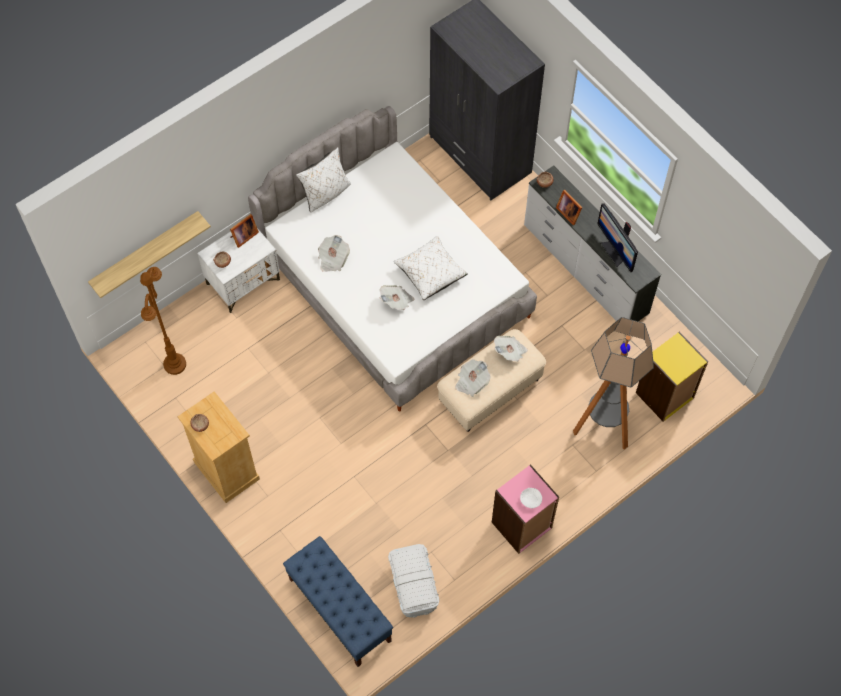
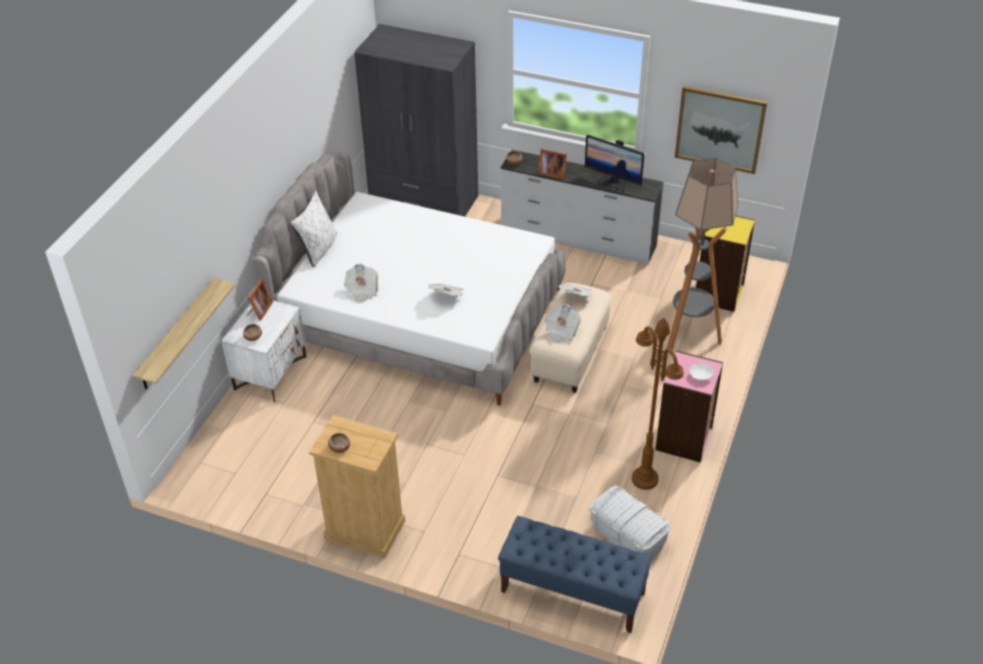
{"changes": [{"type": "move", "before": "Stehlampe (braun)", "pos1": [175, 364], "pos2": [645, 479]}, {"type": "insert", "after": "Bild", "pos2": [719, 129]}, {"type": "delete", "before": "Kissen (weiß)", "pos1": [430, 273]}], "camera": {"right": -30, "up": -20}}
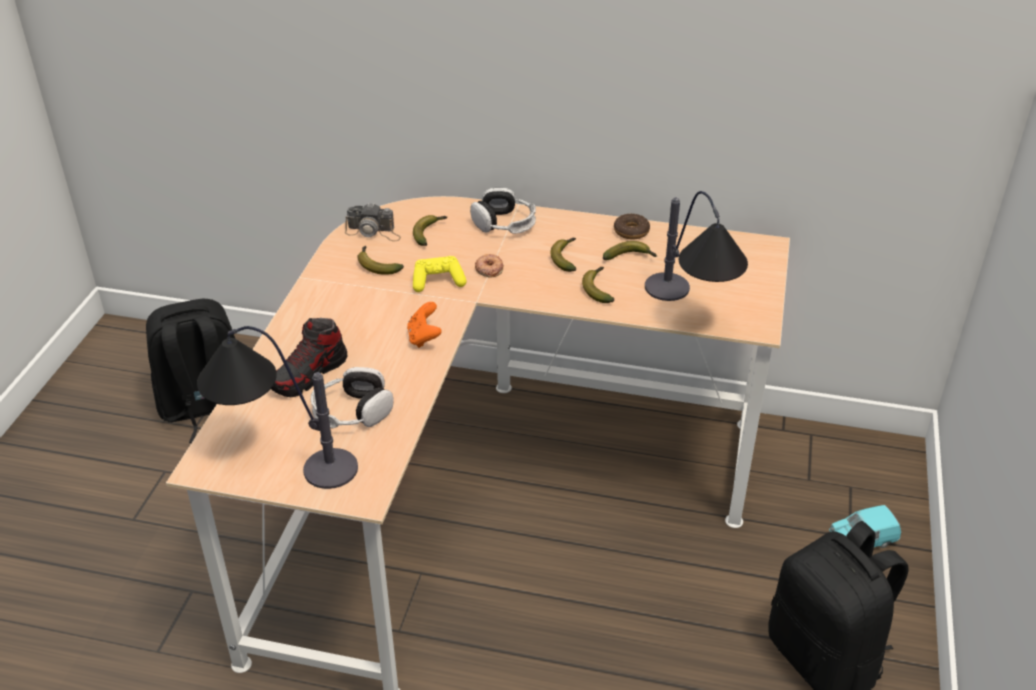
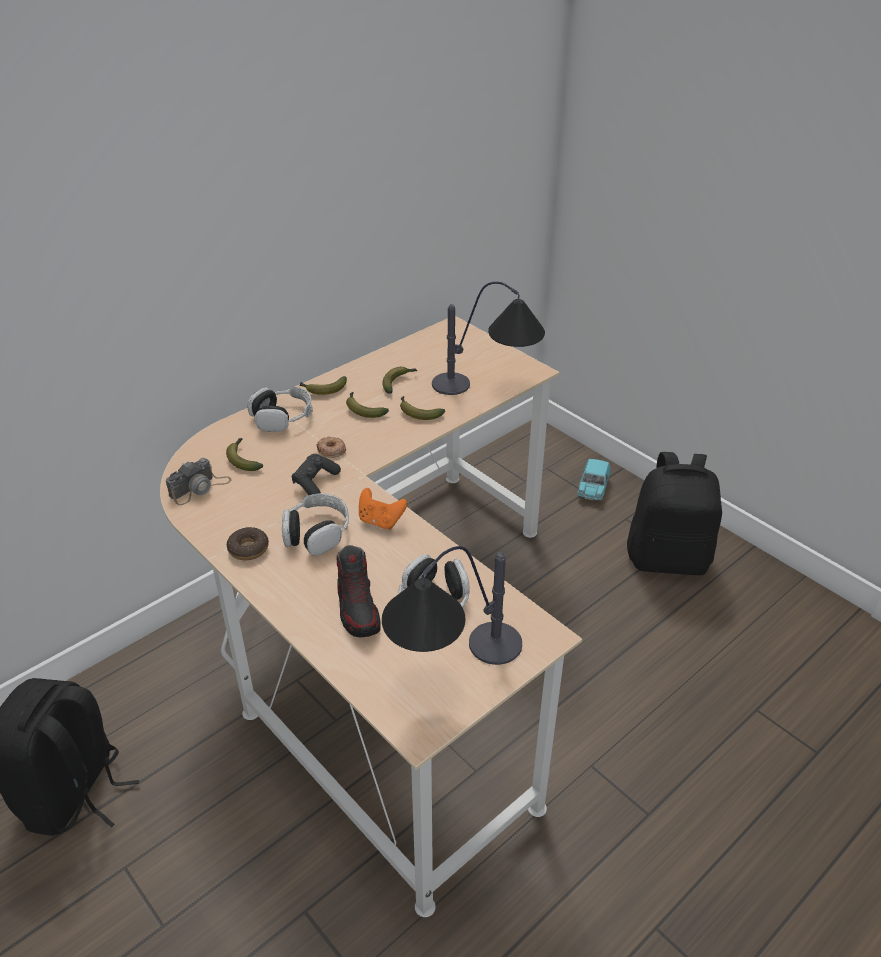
{"changes": [{"type": "move", "before": "Donut", "pos1": [631, 231], "pos2": [248, 548]}, {"type": "insert", "after": "Kopfhörer", "pos2": [316, 533]}, {"type": "recolor", "before": "Gamepad (gelb)", "after": "Gamepad (schwarz)", "pos1": [438, 281], "pos2": [315, 483]}, {"type": "move", "before": "Banane", "pos1": [376, 265], "pos2": [323, 390]}], "camera": {"right": -55, "up": 0}}
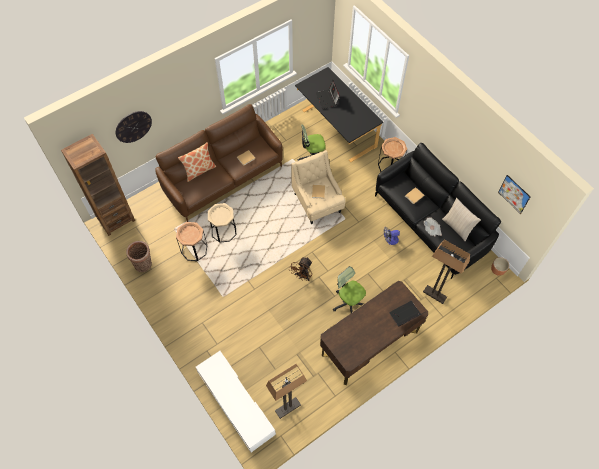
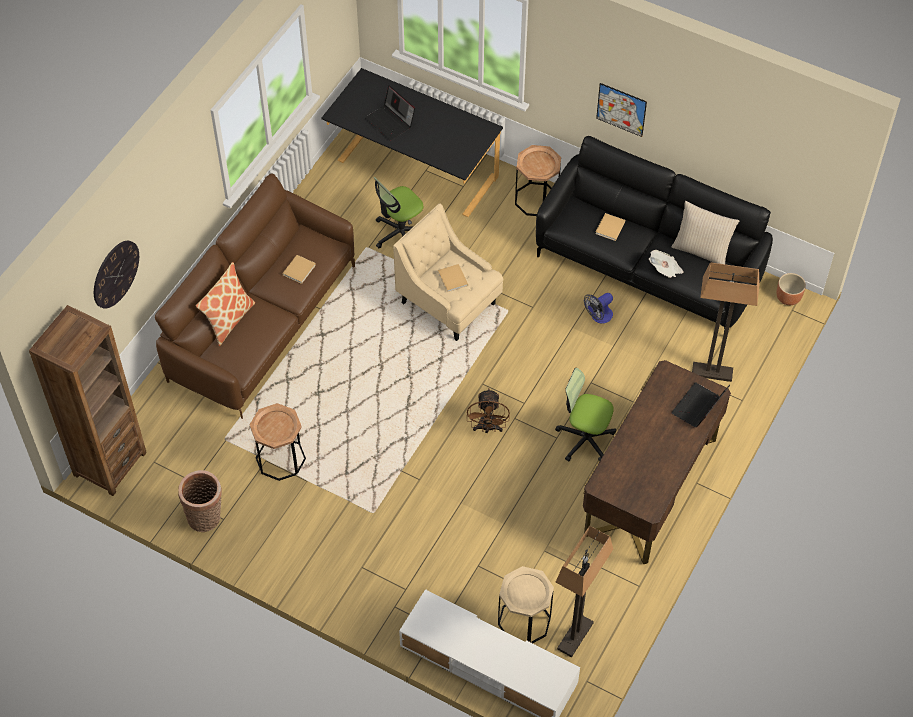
{"changes": [{"type": "move", "before": "Beistelltisch (beige)", "pos1": [224, 231], "pos2": [524, 621]}, {"type": "move", "before": "Bild", "pos1": [514, 194], "pos2": [621, 109]}], "camera": {"right": -25, "up": -5}}
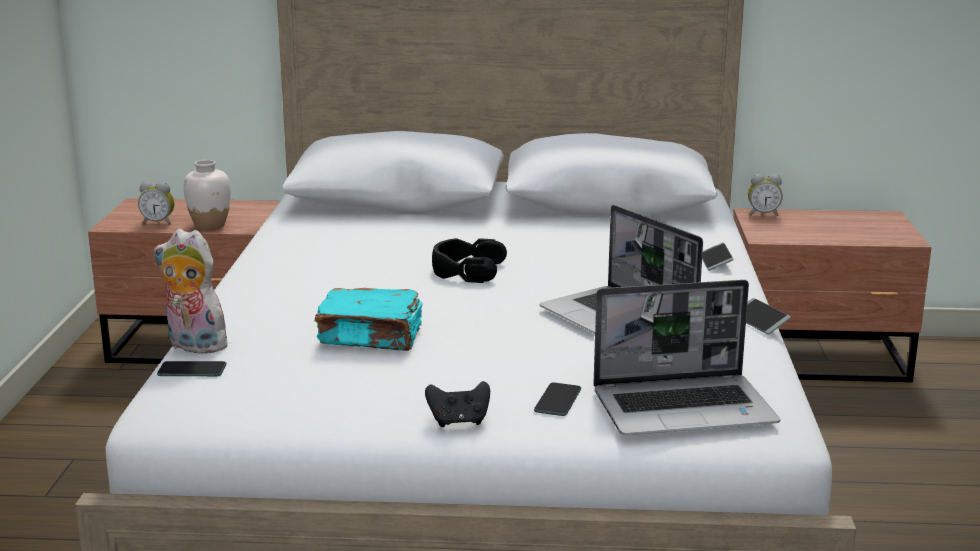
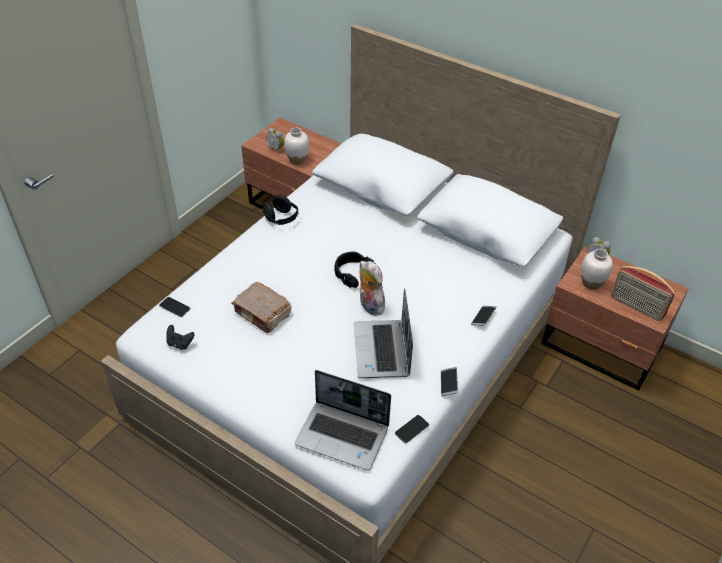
{"changes": [{"type": "move", "before": "Gamepad (schwarz)", "pos1": [459, 422], "pos2": [180, 344]}, {"type": "recolor", "before": "Buch (türkis)", "after": "Buch (braun)", "pos1": [372, 337], "pos2": [263, 314]}, {"type": "insert", "after": "Kopfhörer (schwarz)", "pos2": [281, 219]}, {"type": "move", "before": "Plüschtier", "pos1": [193, 346], "pos2": [369, 306]}, {"type": "move", "before": "Handy", "pos1": [558, 400], "pos2": [412, 429]}, {"type": "insert", "after": "Vase (weiß)", "pos2": [591, 283]}, {"type": "insert", "after": "Radio", "pos2": [636, 306]}], "camera": {"right": 30, "up": 25}}
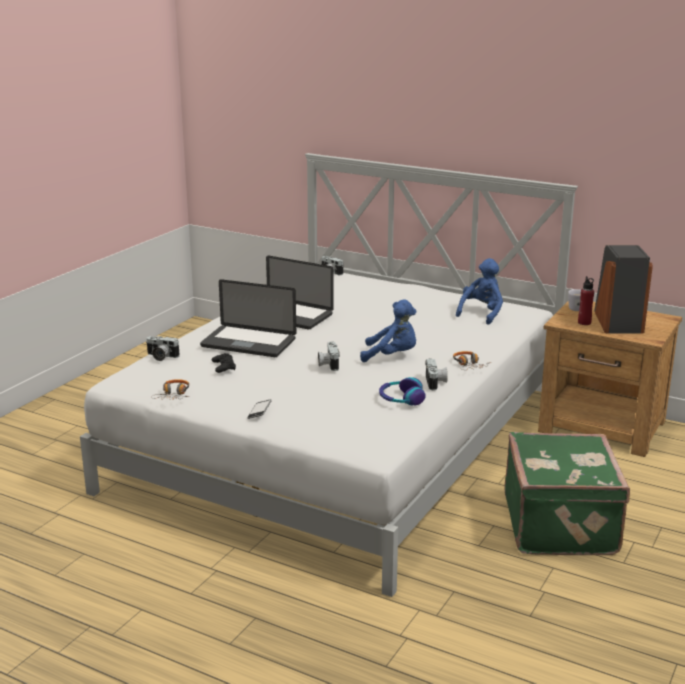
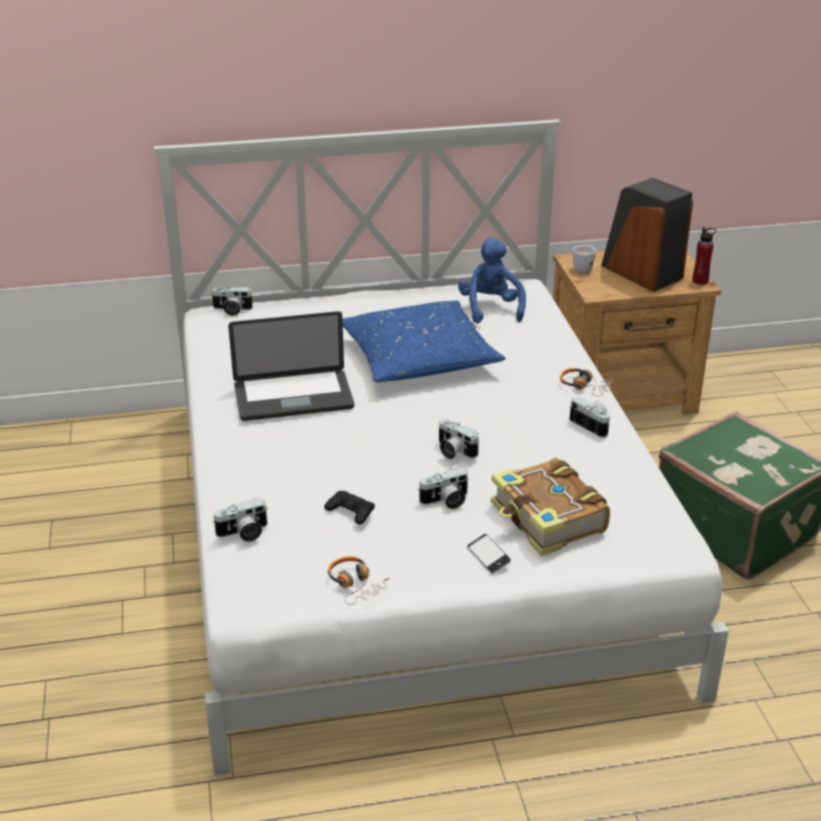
{"changes": [{"type": "insert", "after": "Kissen (blau)", "pos2": [419, 357]}, {"type": "insert", "after": "Kamera", "pos2": [446, 501]}, {"type": "insert", "after": "Buch", "pos2": [547, 520]}, {"type": "move", "before": "Flasche (rot)", "pos1": [584, 322], "pos2": [700, 281]}, {"type": "delete", "before": "Laptop", "pos1": [248, 343]}, {"type": "delete", "before": "Plüschtier (blau)", "pos1": [392, 356]}, {"type": "delete", "before": "Kopfhörer", "pos1": [401, 399]}], "camera": {"right": -40, "up": 10}}
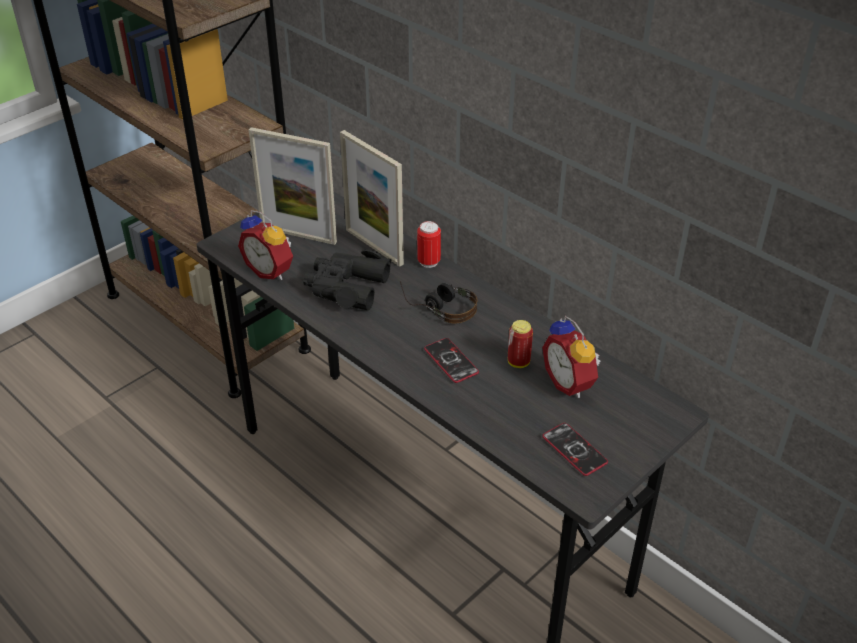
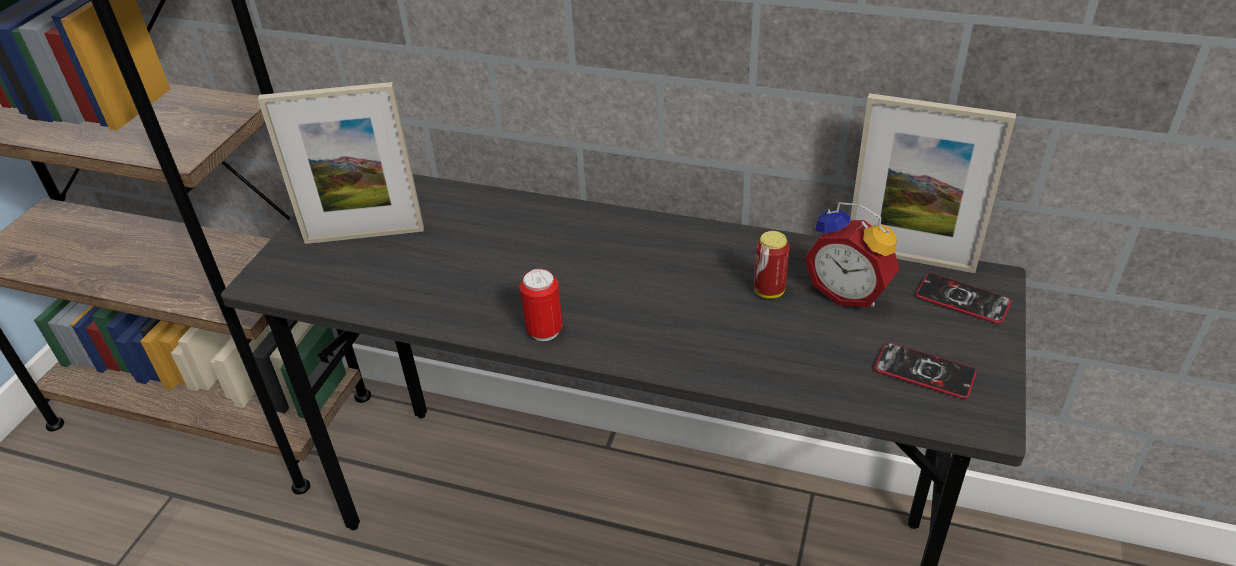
{"changes": [{"type": "move", "before": "Dose", "pos1": [429, 262], "pos2": [544, 331]}, {"type": "move", "before": "Bilderrahmen", "pos1": [374, 247], "pos2": [909, 258]}, {"type": "move", "before": "Handy", "pos1": [451, 361], "pos2": [962, 299]}, {"type": "delete", "before": "Wecker", "pos1": [271, 270]}, {"type": "delete", "before": "Fernglas (schwarz)", "pos1": [346, 287]}, {"type": "delete", "before": "Kopfhörer", "pos1": [439, 307]}], "camera": {"right": -25, "up": 0}}
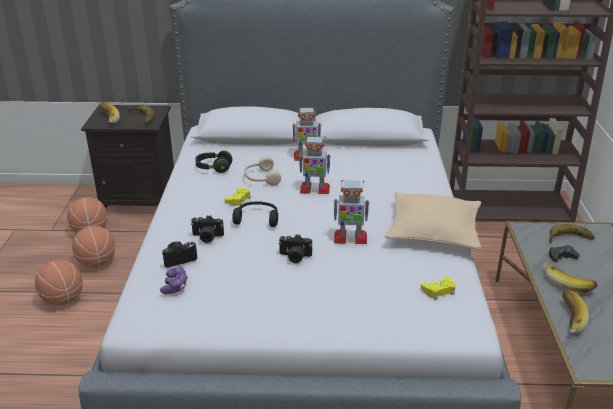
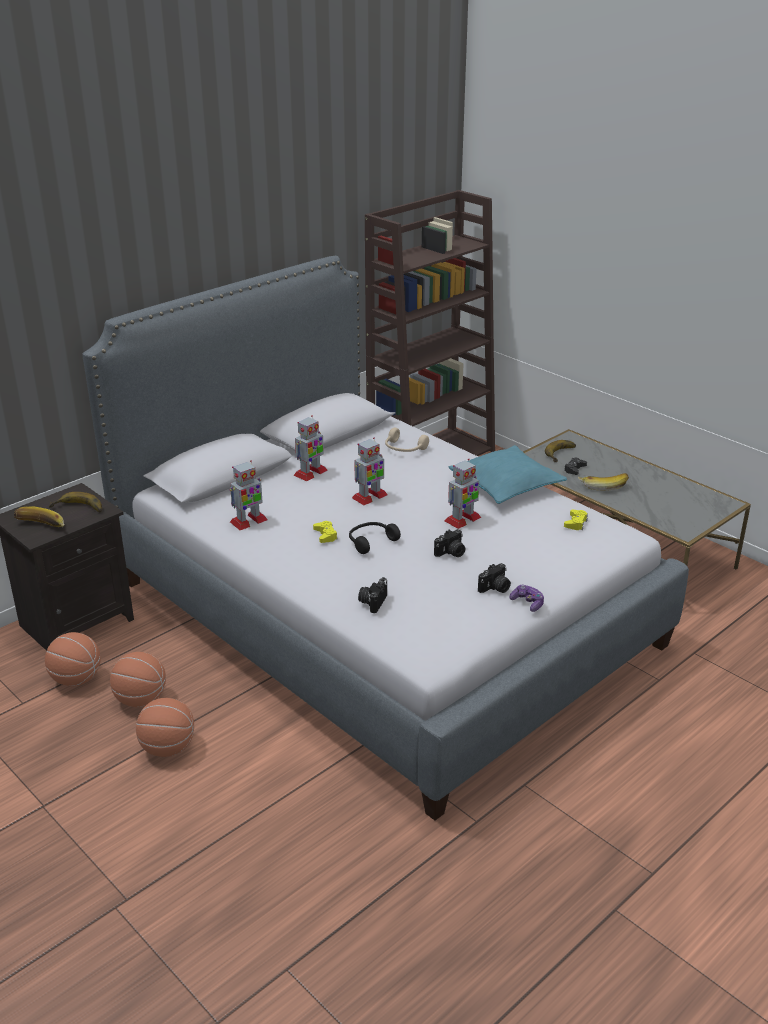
{"changes": [{"type": "replace", "before": "Kopfhörer (schwarz)", "after": "Spielzeugroboter", "pos1": [214, 168], "pos2": [248, 521]}, {"type": "move", "before": "Kopfhörer (beige)", "pos1": [261, 178], "pos2": [404, 449]}, {"type": "recolor", "before": "Kissen (beige)", "after": "Kissen (türkis)", "pos1": [433, 230], "pos2": [506, 485]}, {"type": "move", "before": "Kamera", "pos1": [207, 237], "pos2": [495, 588]}, {"type": "move", "before": "Gamepad", "pos1": [175, 286], "pos2": [527, 603]}, {"type": "delete", "before": "Banane", "pos1": [567, 318]}], "camera": {"right": -45, "up": 0}}
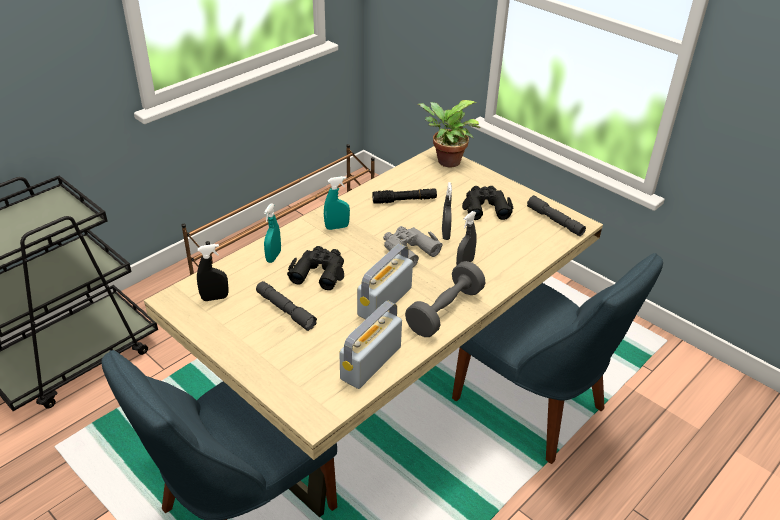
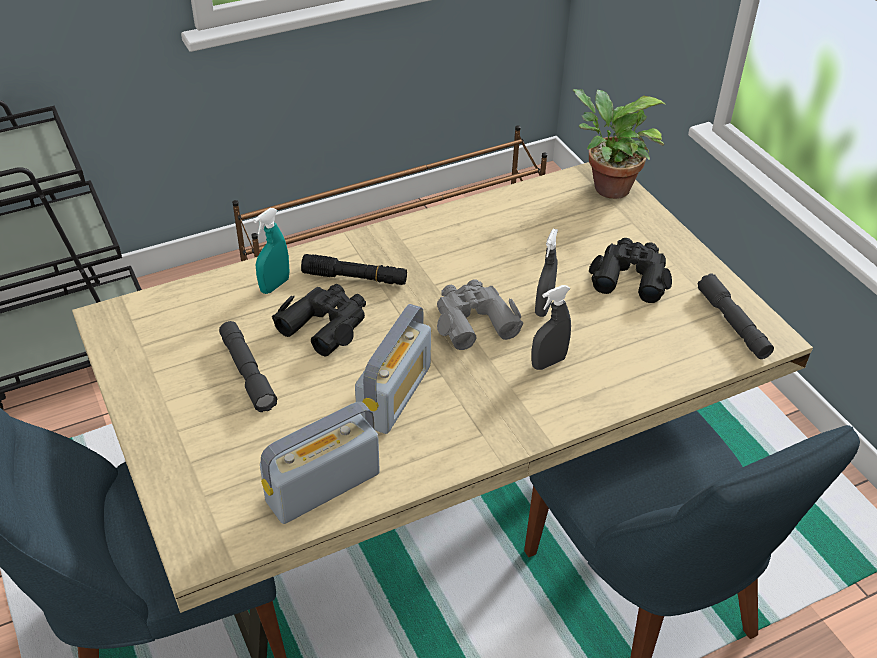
{"changes": [{"type": "move", "before": "Taschenlampe (schwarz)", "pos1": [404, 200], "pos2": [355, 278]}, {"type": "rotate", "before": "Radio", "pos1": [384, 301], "pos2": [394, 394], "turn": 150}, {"type": "delete", "before": "Sprühflasche (schwarz)", "pos1": [215, 298]}, {"type": "delete", "before": "Sprühflasche (türkis)", "pos1": [337, 227]}, {"type": "delete", "before": "Hantel (grau)", "pos1": [445, 311]}], "camera": {"right": 20, "up": 5}}
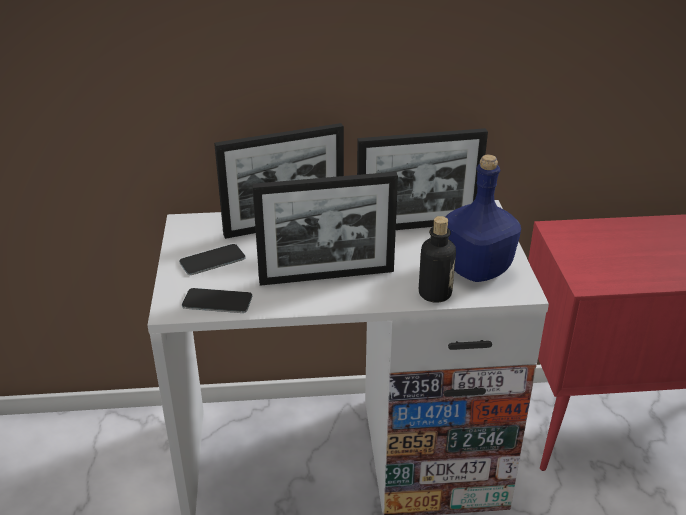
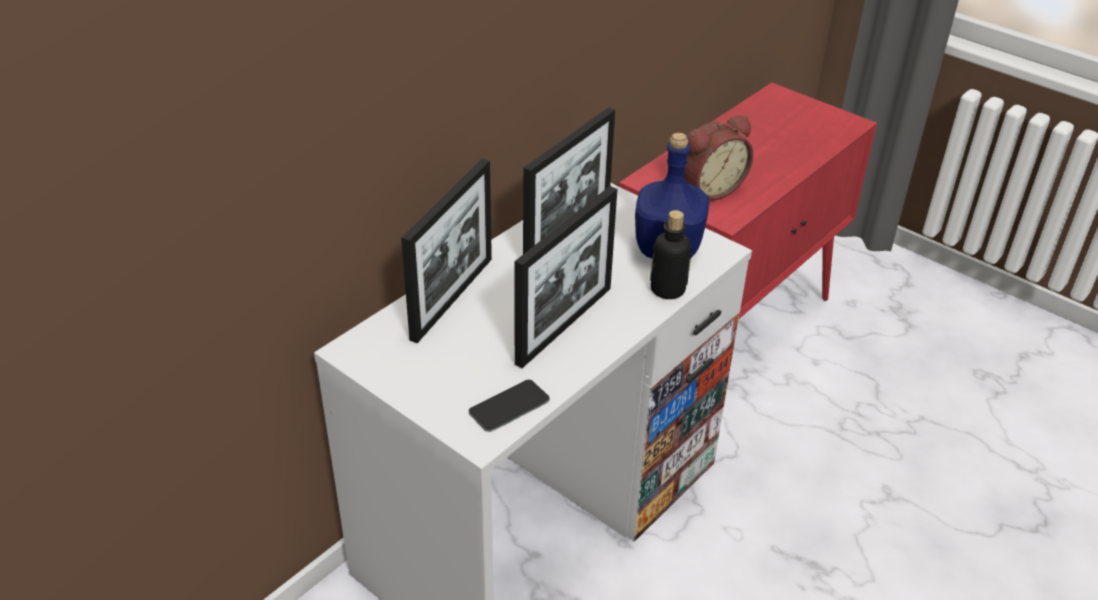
{"changes": [{"type": "insert", "after": "Wecker", "pos2": [707, 189]}, {"type": "delete", "before": "Handy", "pos1": [212, 260]}], "camera": {"right": -45, "up": 5}}
